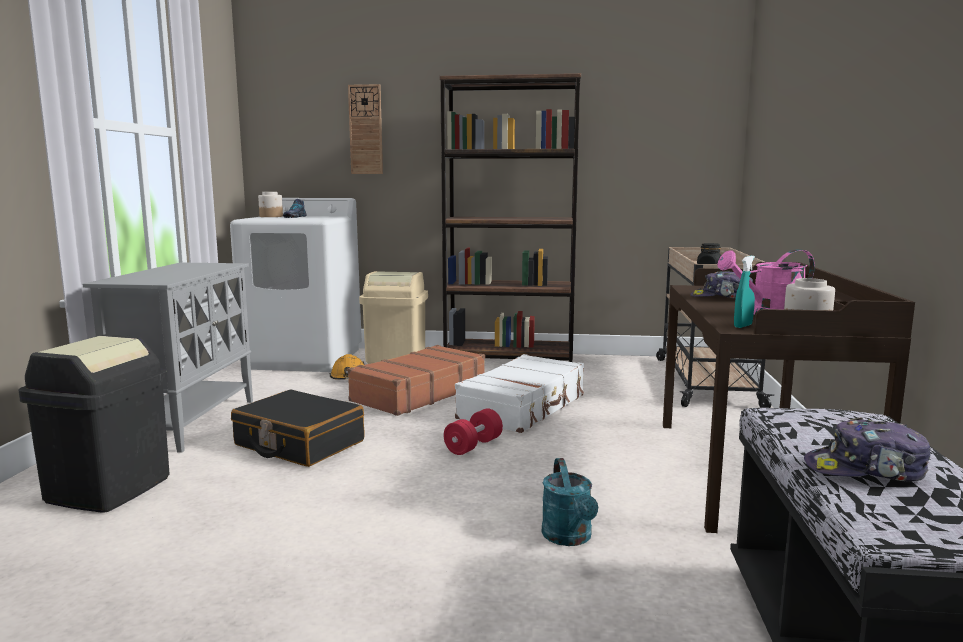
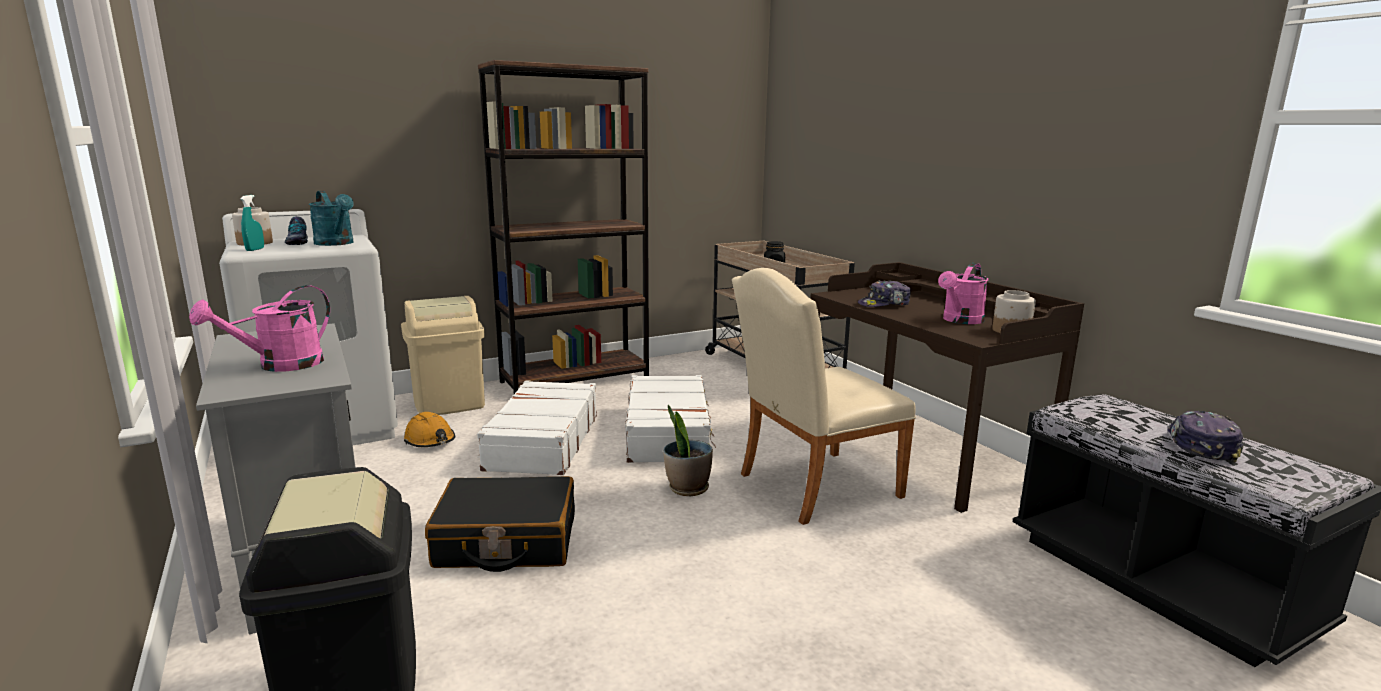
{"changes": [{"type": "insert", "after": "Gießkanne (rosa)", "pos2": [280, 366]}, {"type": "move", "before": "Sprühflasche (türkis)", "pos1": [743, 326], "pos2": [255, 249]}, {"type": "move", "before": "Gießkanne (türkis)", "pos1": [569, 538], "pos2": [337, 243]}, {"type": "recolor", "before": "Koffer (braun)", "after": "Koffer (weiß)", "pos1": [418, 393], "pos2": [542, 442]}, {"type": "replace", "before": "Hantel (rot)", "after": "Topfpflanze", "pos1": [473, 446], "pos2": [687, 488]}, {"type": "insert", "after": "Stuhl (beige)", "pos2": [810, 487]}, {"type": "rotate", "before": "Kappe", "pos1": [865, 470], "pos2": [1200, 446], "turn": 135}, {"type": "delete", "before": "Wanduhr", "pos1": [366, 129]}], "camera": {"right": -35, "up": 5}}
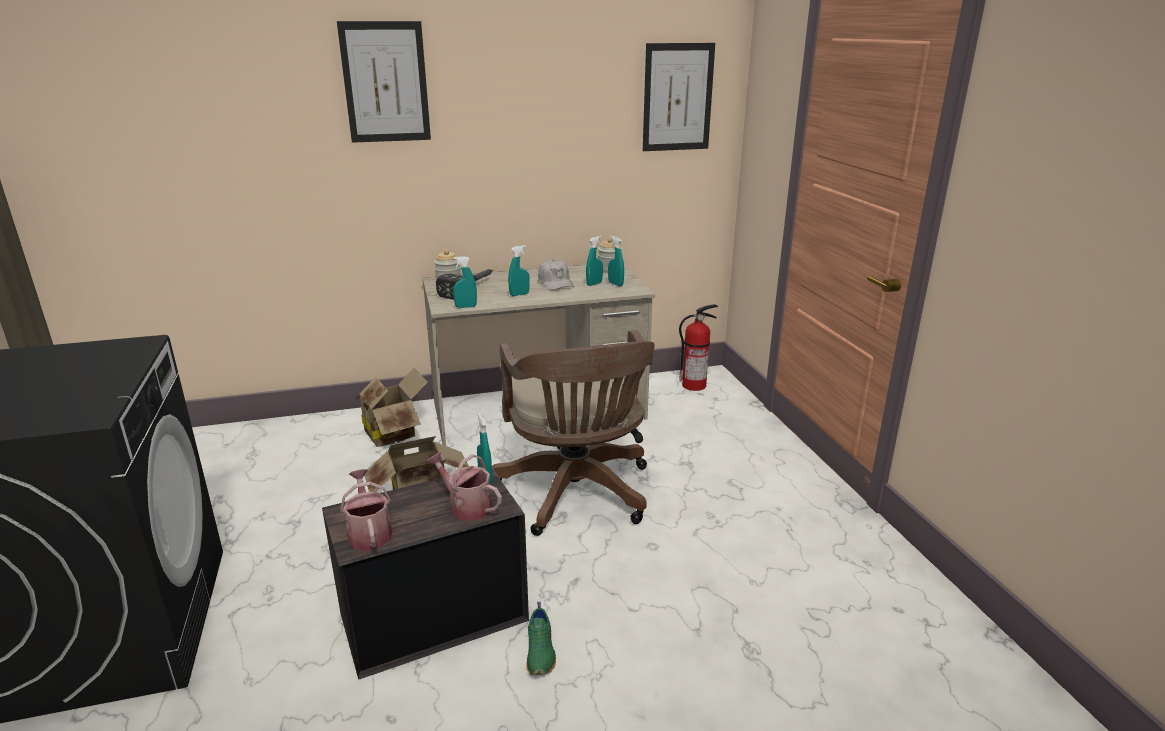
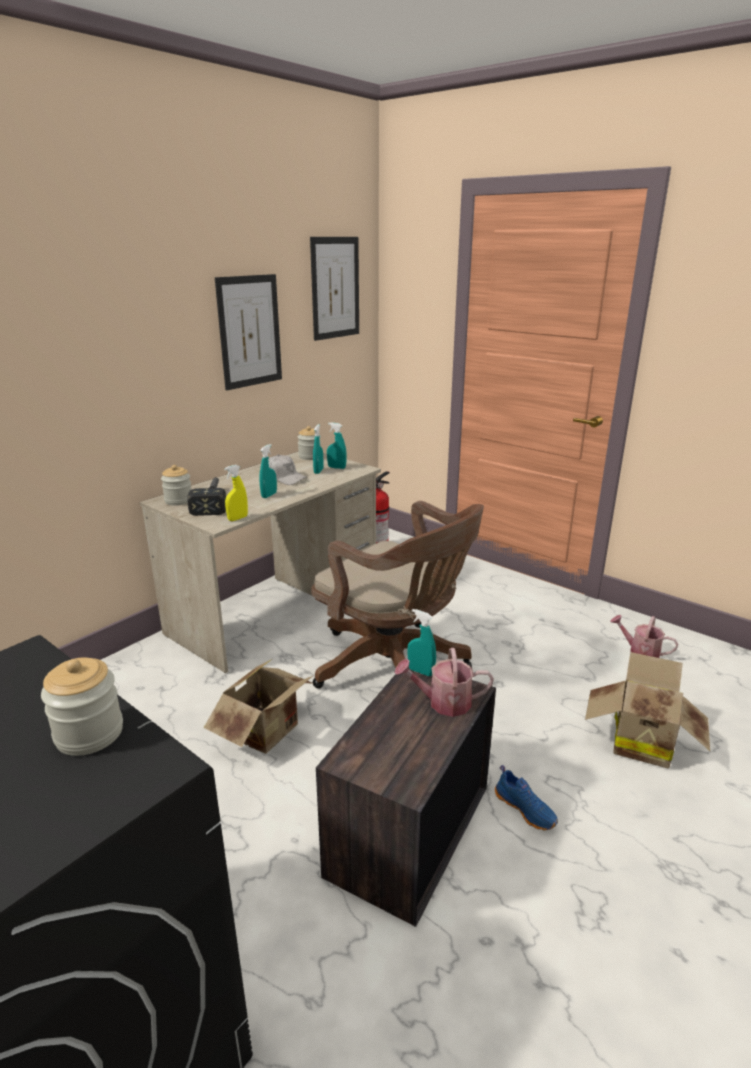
{"changes": [{"type": "insert", "after": "Vorratsglas", "pos2": [89, 733]}, {"type": "move", "before": "Bild", "pos1": [385, 82], "pos2": [249, 331]}, {"type": "recolor", "before": "Sprühflasche (türkis)", "after": "Sprühflasche (gelb)", "pos1": [466, 307], "pos2": [237, 518]}, {"type": "recolor", "before": "Schuh (grün)", "after": "Schuh (blau)", "pos1": [541, 652], "pos2": [526, 809]}, {"type": "move", "before": "Karton", "pos1": [393, 433], "pos2": [639, 741]}, {"type": "move", "before": "Gießkanne", "pos1": [369, 532], "pos2": [640, 651]}], "camera": {"right": -35, "up": 0}}
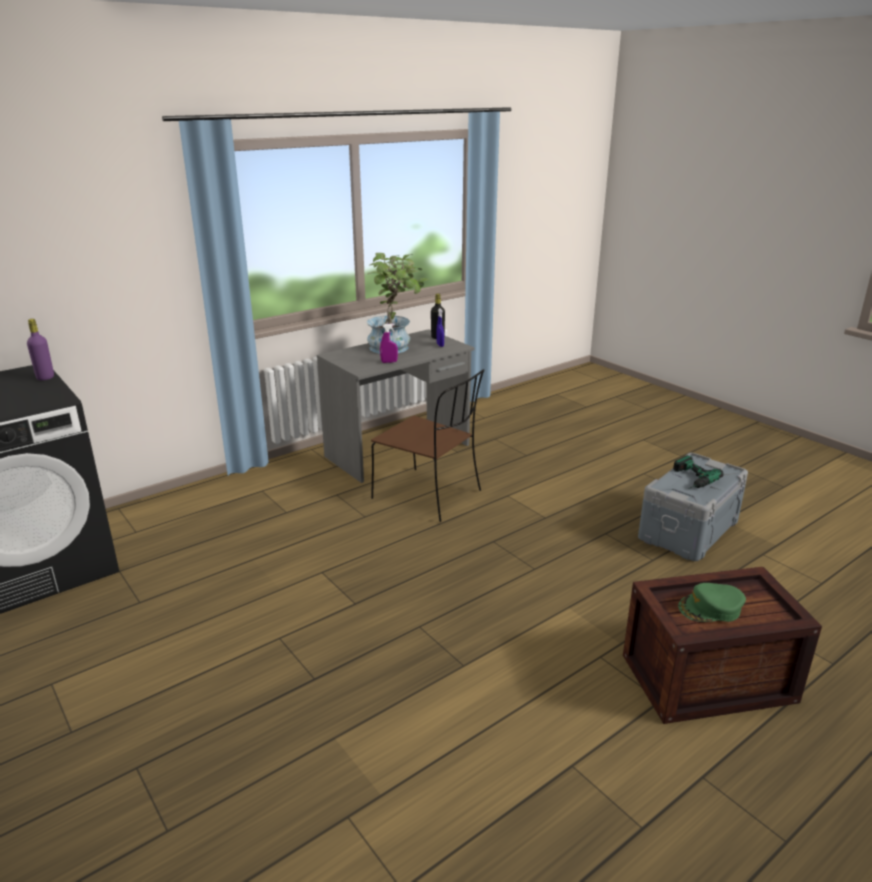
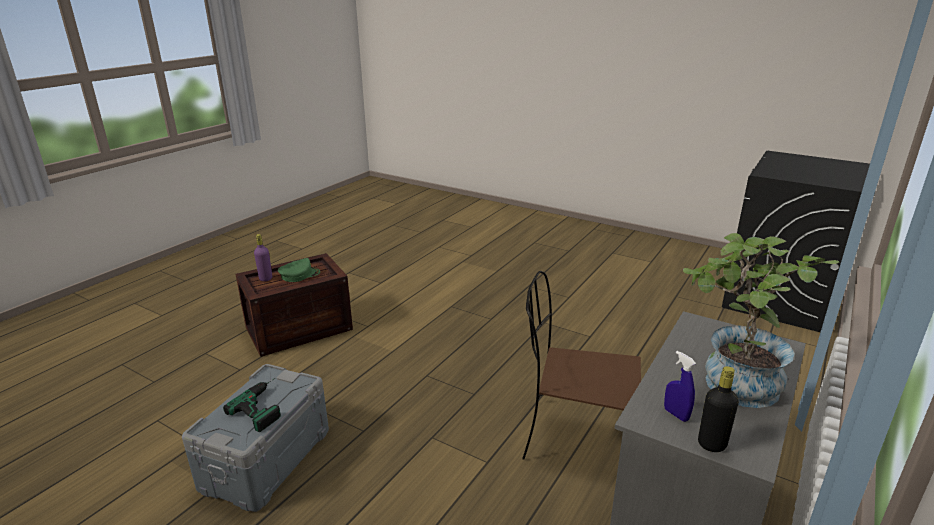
{"changes": [{"type": "move", "before": "Flasche (lila)", "pos1": [45, 377], "pos2": [265, 278]}, {"type": "delete", "before": "Sprühflasche (lila)", "pos1": [389, 362]}], "camera": {"right": 160, "up": 0}}
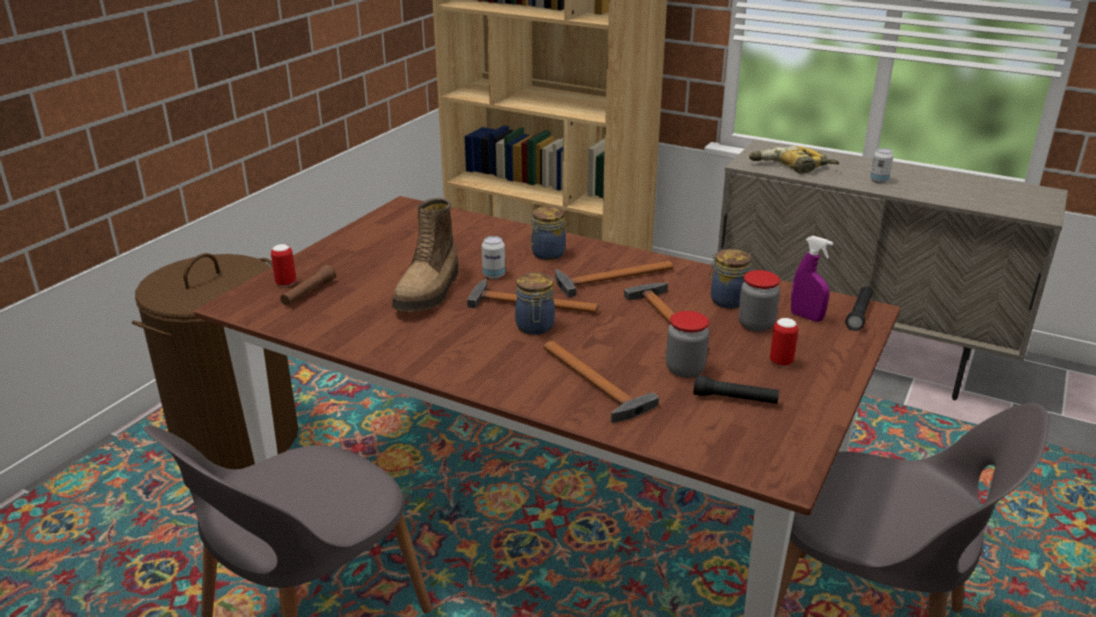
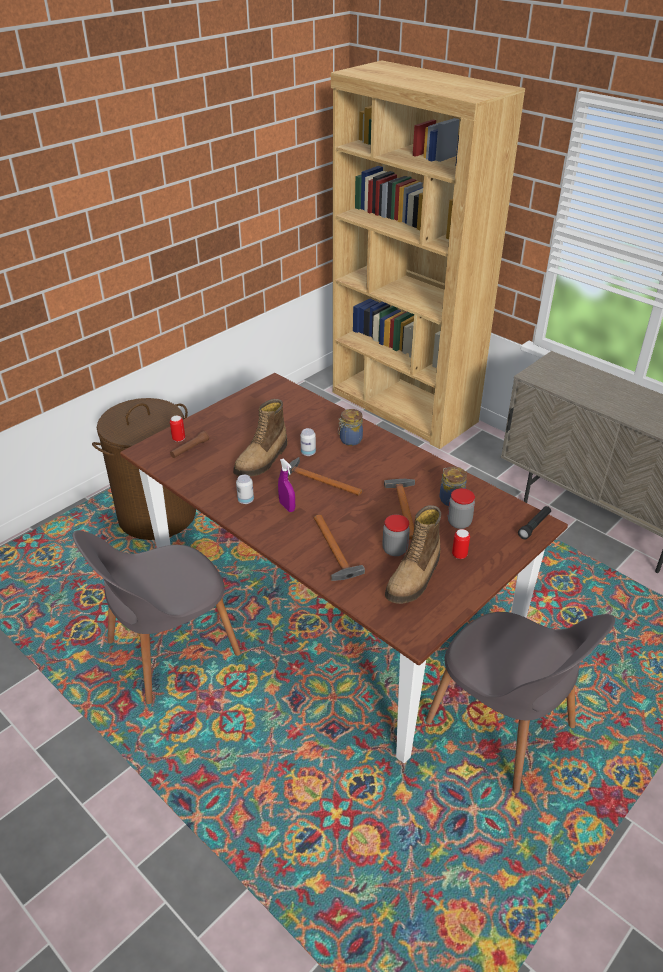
{"changes": [{"type": "move", "before": "Dose", "pos1": [879, 180], "pos2": [245, 500]}, {"type": "move", "before": "Sprühflasche (lila)", "pos1": [806, 317], "pos2": [287, 506]}, {"type": "replace", "before": "Taschenlampe (schwarz)", "after": "Stiefel", "pos1": [735, 399], "pos2": [414, 577]}, {"type": "delete", "before": "Vorratsglas", "pos1": [535, 327]}, {"type": "delete", "before": "Hammer", "pos1": [609, 279]}, {"type": "delete", "before": "Bohrmaschine", "pos1": [791, 168]}], "camera": {"right": 15, "up": 10}}
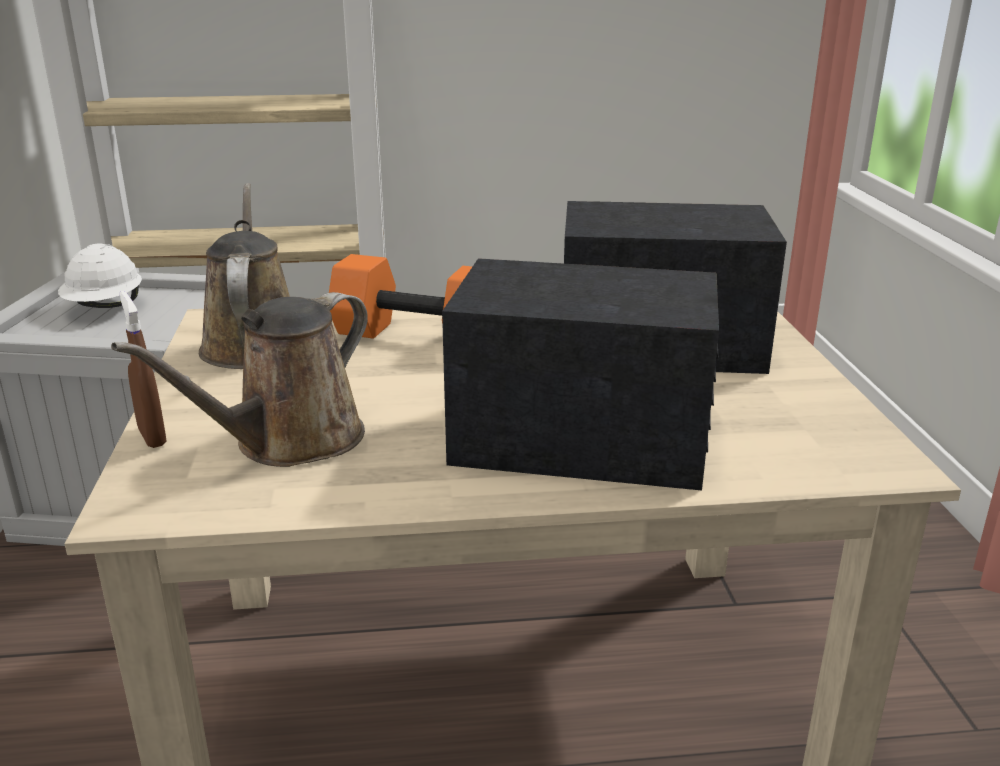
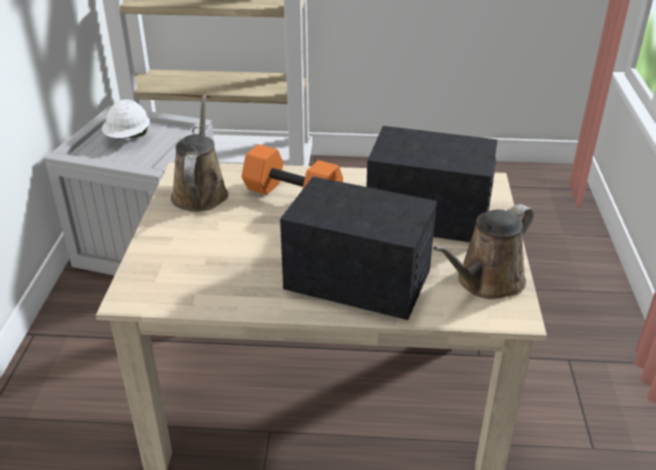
{"changes": [{"type": "move", "before": "Gießkanne (braun)", "pos1": [290, 442], "pos2": [486, 282]}, {"type": "delete", "before": "Sprühflasche (braun)", "pos1": [152, 437]}], "camera": {"right": 10, "up": 10}}
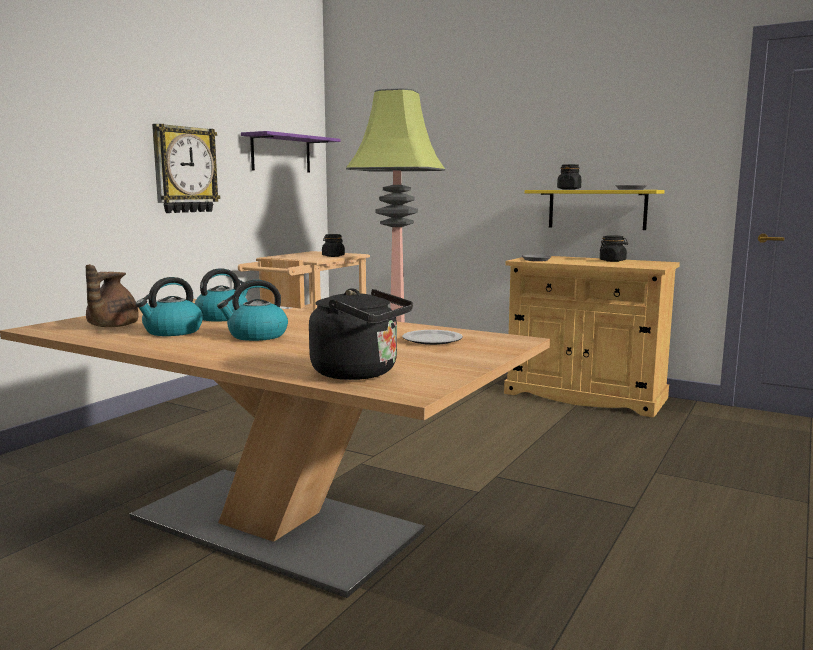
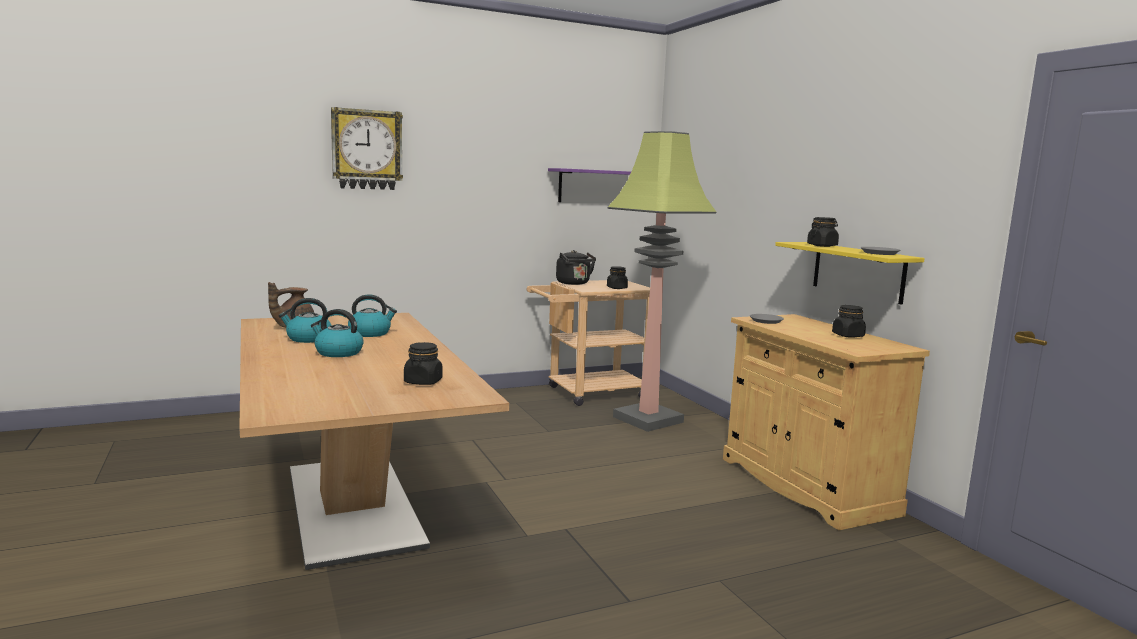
{"changes": [{"type": "move", "before": "Wanduhr", "pos1": [184, 170], "pos2": [367, 149]}, {"type": "replace", "before": "Teller", "after": "Vorratsglas (schwarz)", "pos1": [431, 340], "pos2": [423, 382]}, {"type": "move", "before": "Wasserkessel (schwarz)", "pos1": [360, 373], "pos2": [574, 283]}], "camera": {"right": 35, "up": 0}}
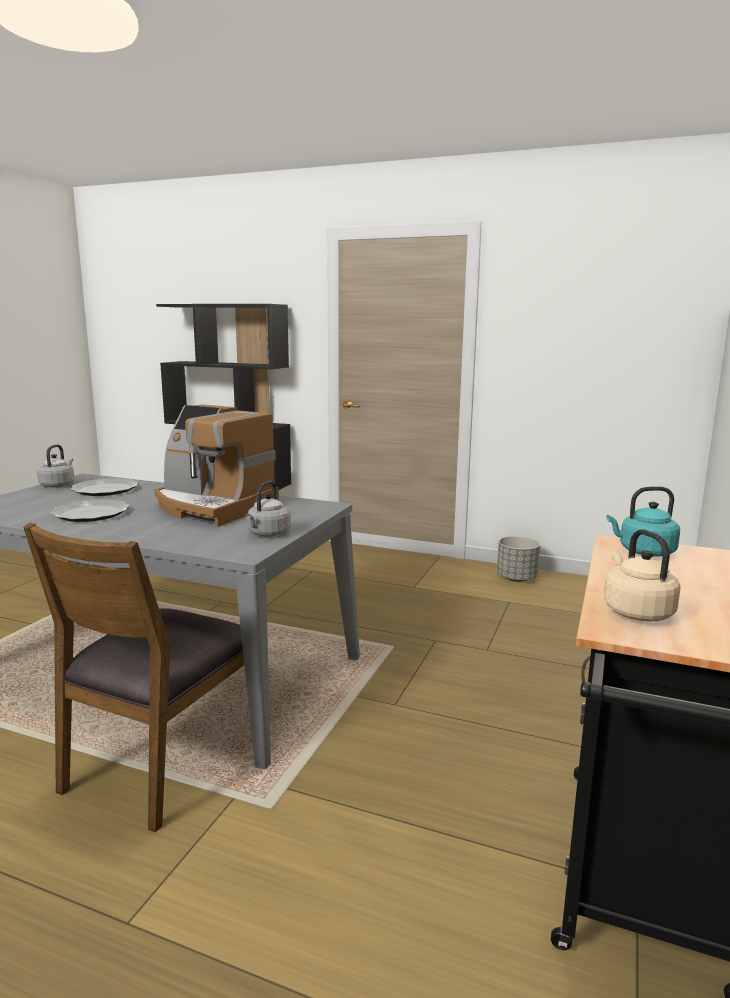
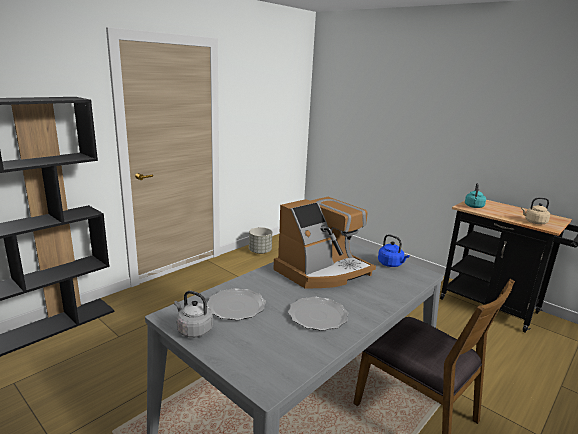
{"changes": [{"type": "recolor", "before": "Wasserkessel (grau)", "after": "Wasserkessel (blau)", "pos1": [267, 534], "pos2": [391, 264]}], "camera": {"right": -70, "up": 5}}
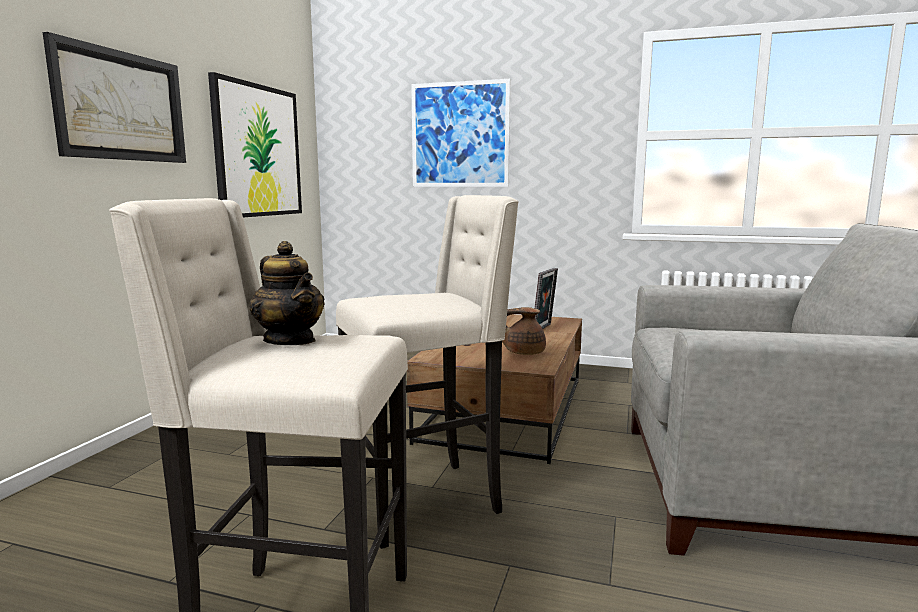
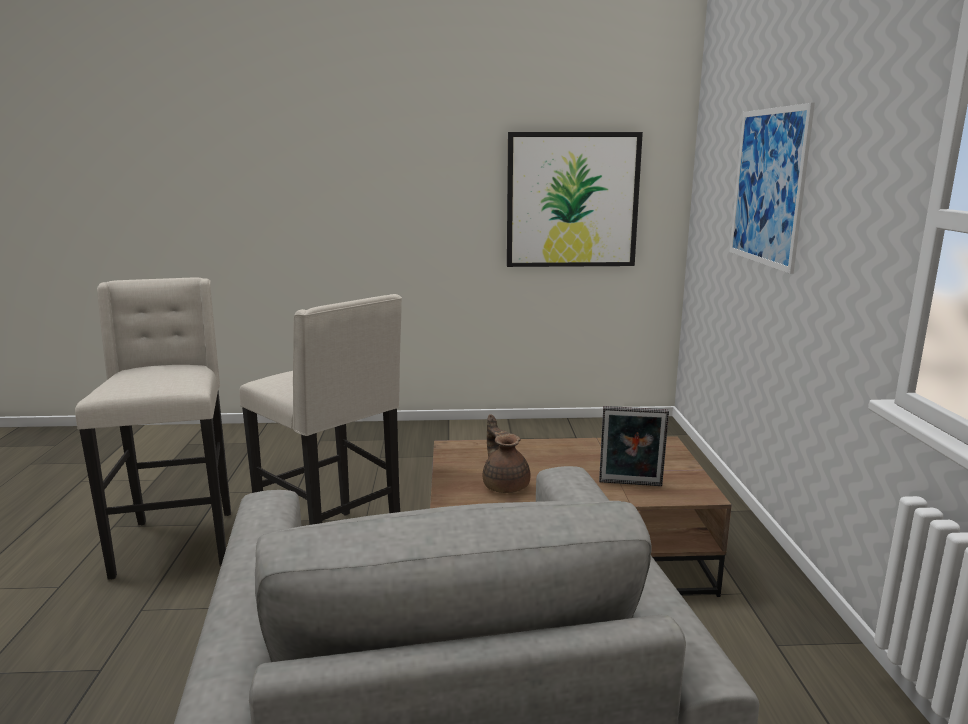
{"changes": [{"type": "delete", "before": "Bild", "pos1": [121, 106]}, {"type": "delete", "before": "Teekanne", "pos1": [290, 340]}], "camera": {"right": 70, "up": 5}}
